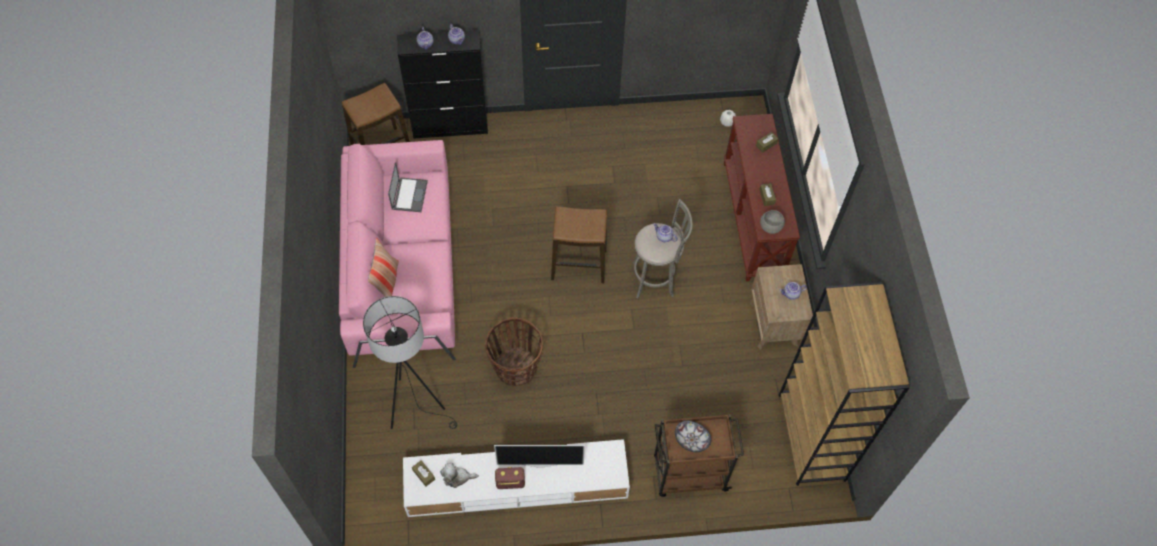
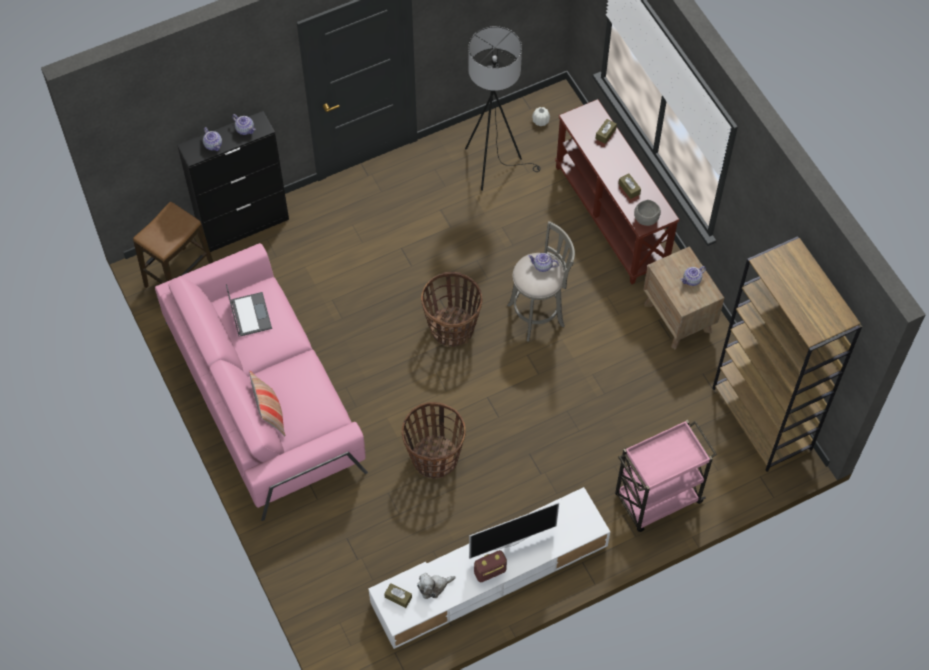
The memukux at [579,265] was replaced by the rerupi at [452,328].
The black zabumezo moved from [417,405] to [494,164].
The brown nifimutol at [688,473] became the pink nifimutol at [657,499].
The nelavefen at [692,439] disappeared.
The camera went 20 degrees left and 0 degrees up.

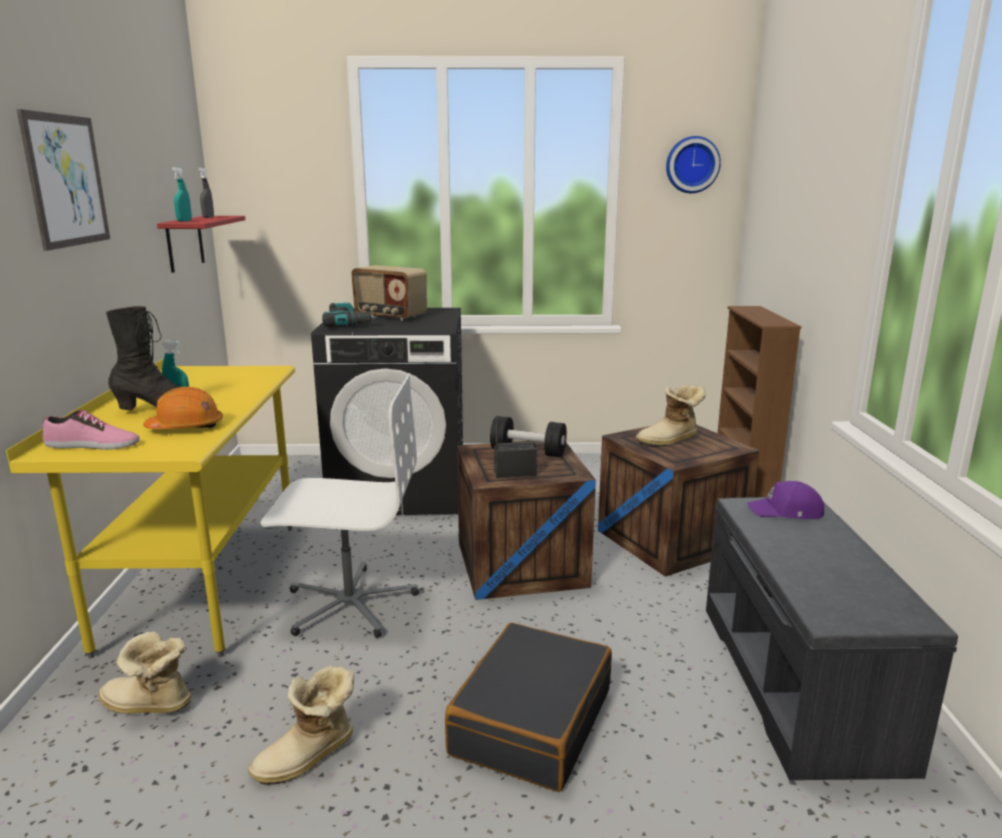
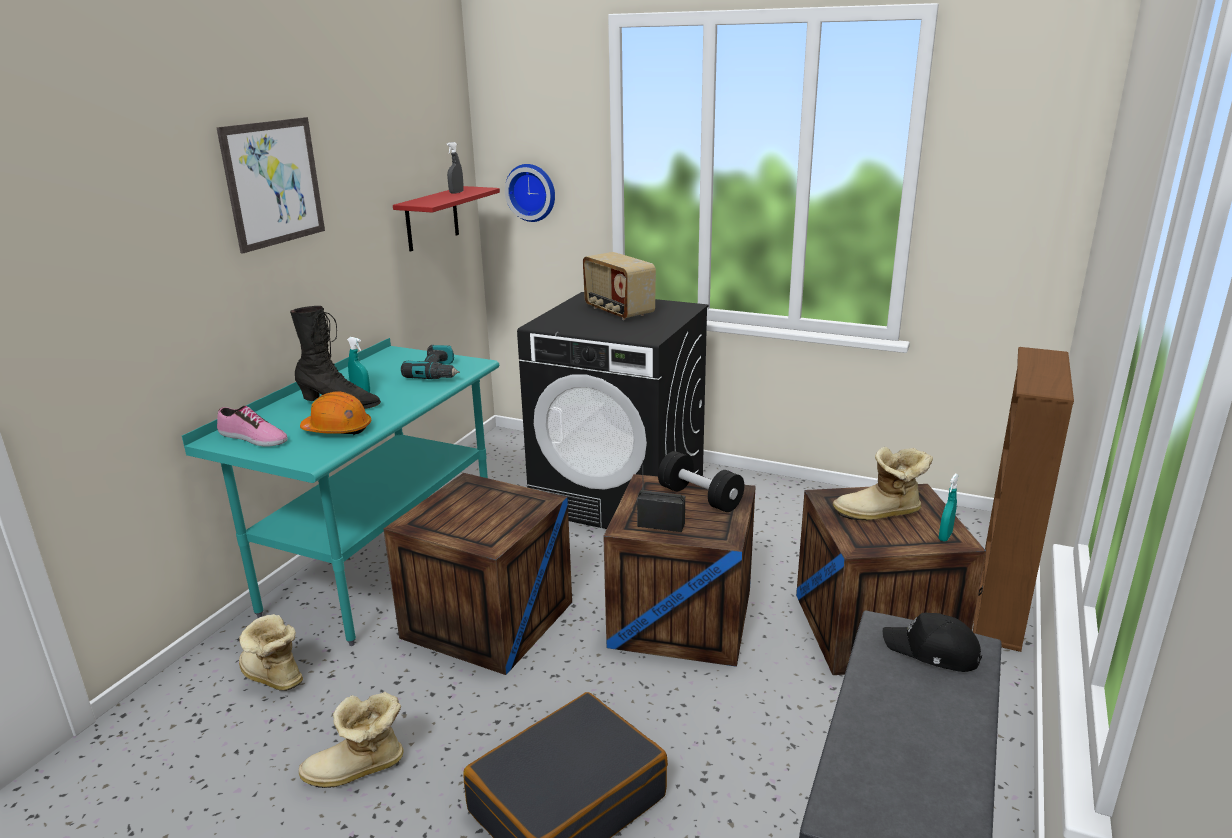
The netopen moved from [691,165] to [532,192].
The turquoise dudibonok moved from [184,221] to [945,536].
The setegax moved from [348,324] to [438,373].
The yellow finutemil at [204,583] became the turquoise finutemil at [382,565].
The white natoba at [349,603] was replaced by the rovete at [488,620].
The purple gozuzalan at [786,512] became the black gozuzalan at [932,651].
The camera went 25 degrees right and 5 degrees up.

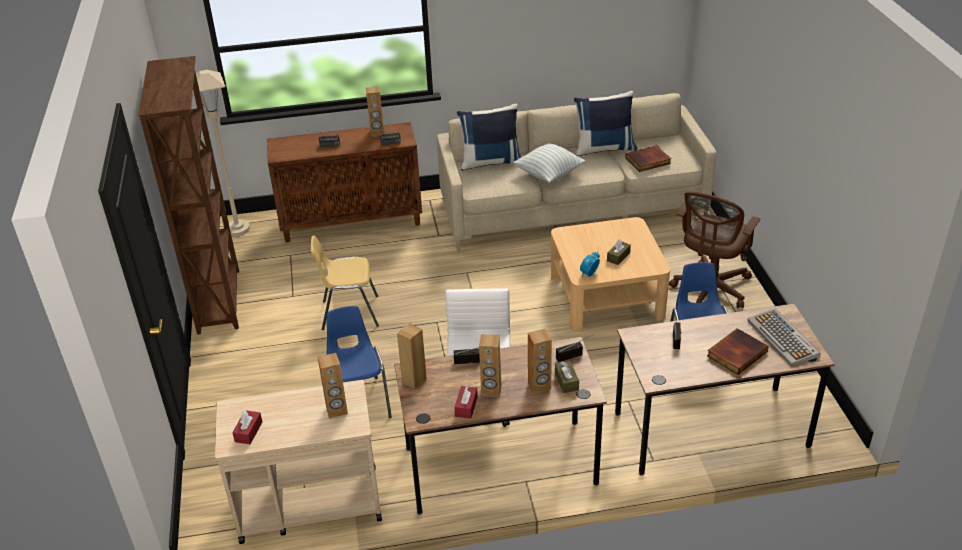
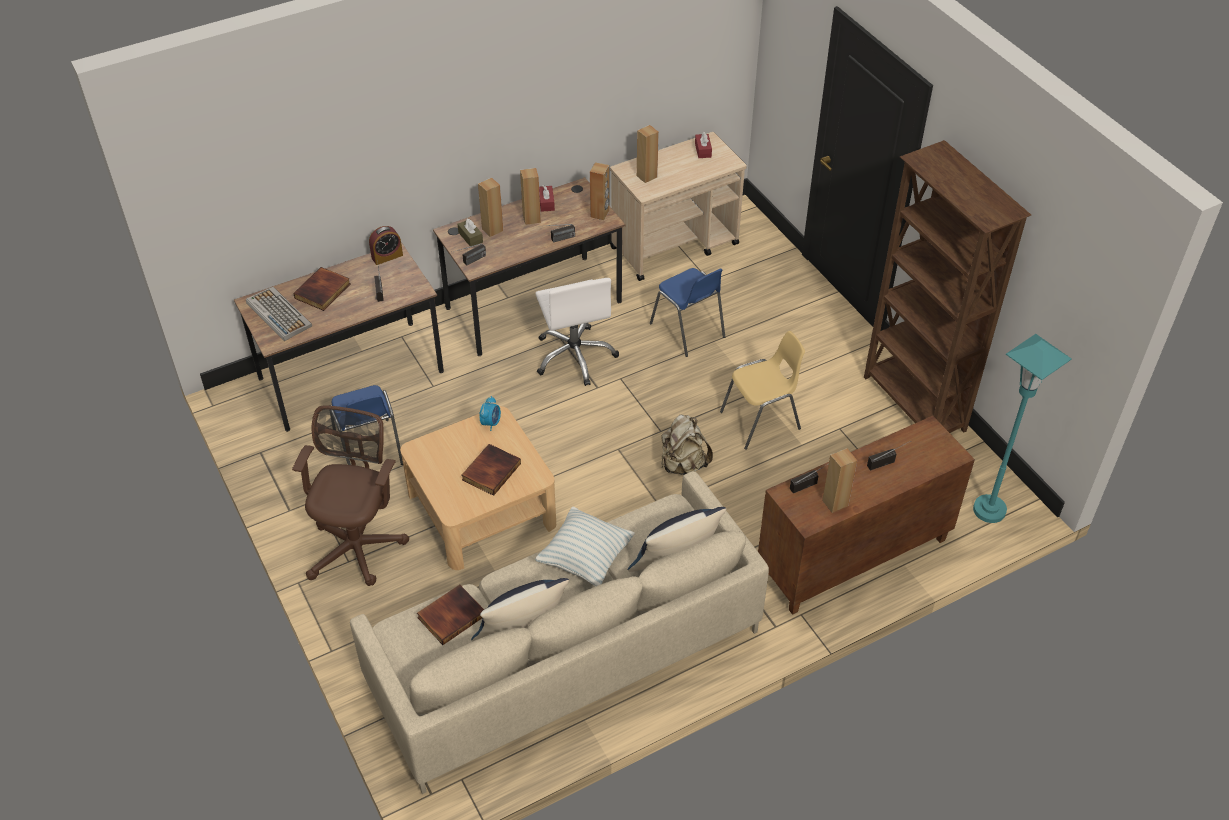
The beige zabumezo at [237,229] became the turquoise zabumezo at [989,510].
The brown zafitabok at [618,257] disappeared.
The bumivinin at [387,256] appeared.
The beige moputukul at [683,464] appeared.
The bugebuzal at [490,471] appeared.
The camera went 160 degrees right and 10 degrees up.

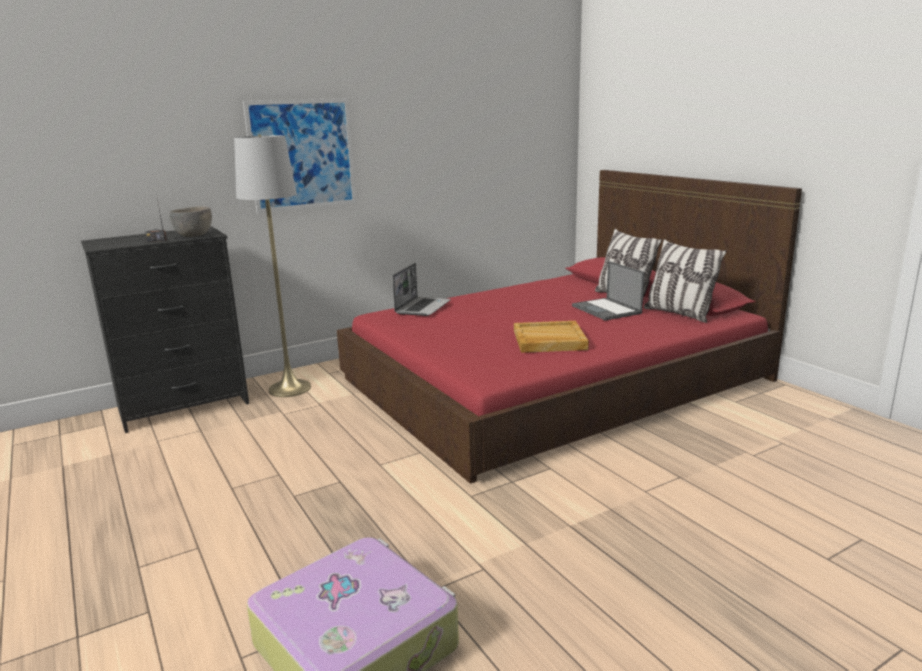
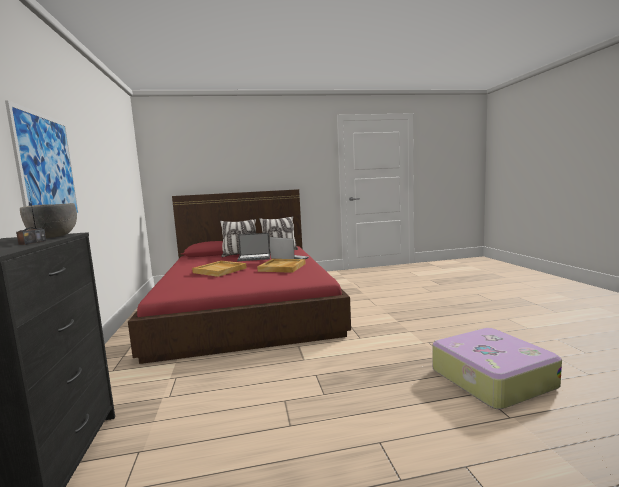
The grey zabumezo at [289,388] disappeared.
The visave moved from [422,307] to [289,259].
The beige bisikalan at [220,270] appeared.
The camera went 70 degrees left and 10 degrees down.

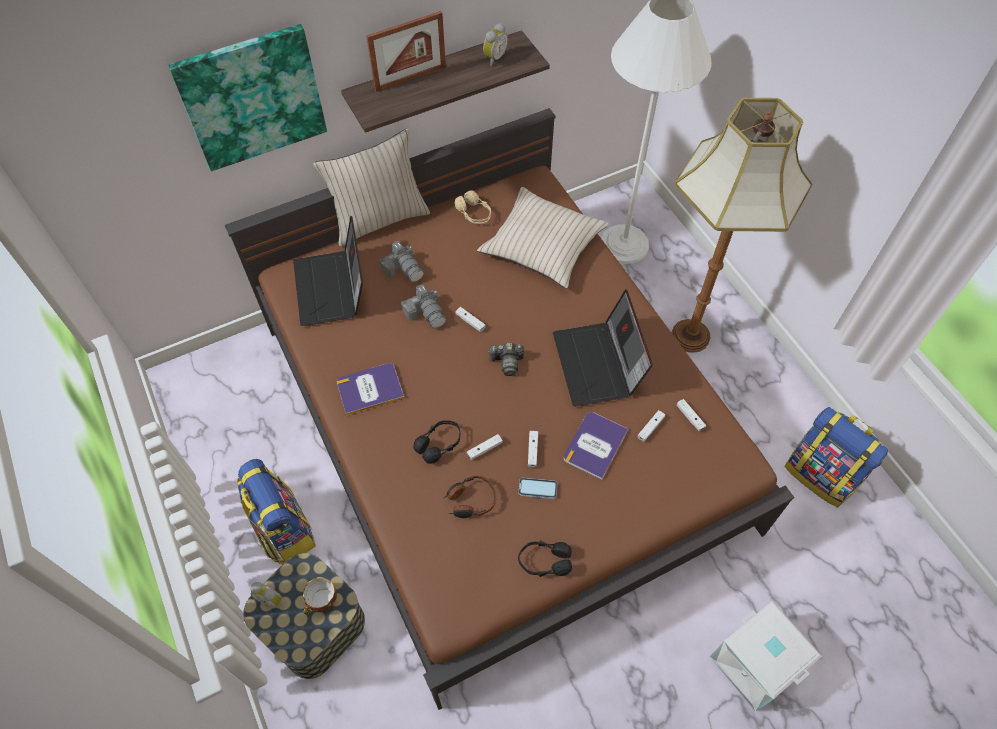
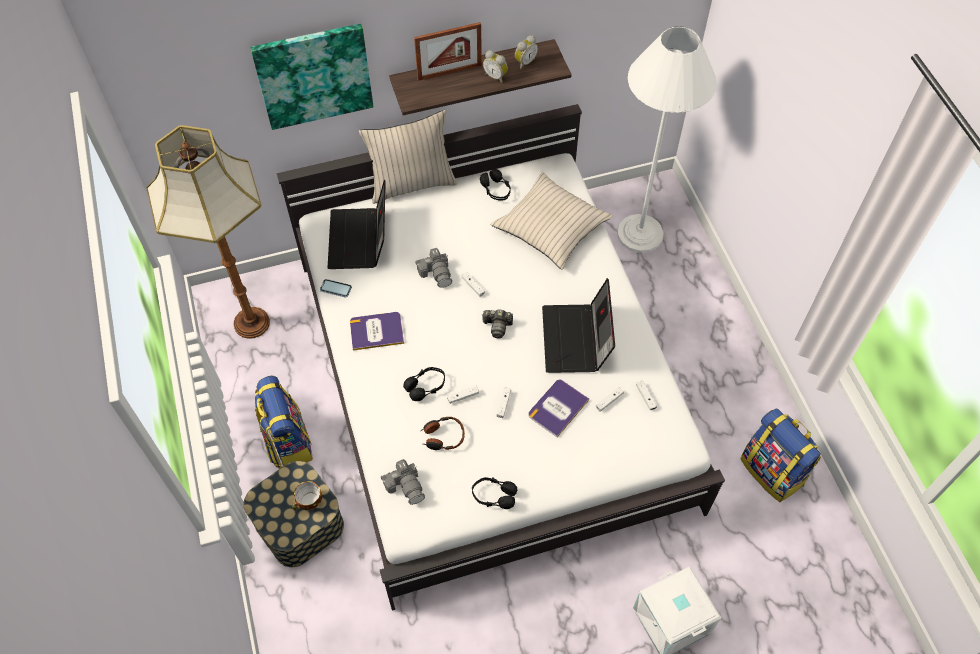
The zabumezo moved from [688,335] to [250,322].
The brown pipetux at [498,422] became the white pipetux at [490,379].
The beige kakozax at [474,214] became the black kakozax at [496,190].
The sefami moved from [403,269] to [405,485].
The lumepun moved from [537,488] to [336,289].
The bumivinin moved from [271,599] to [496,76].
The camera went 10 degrees right and 0 degrees up.

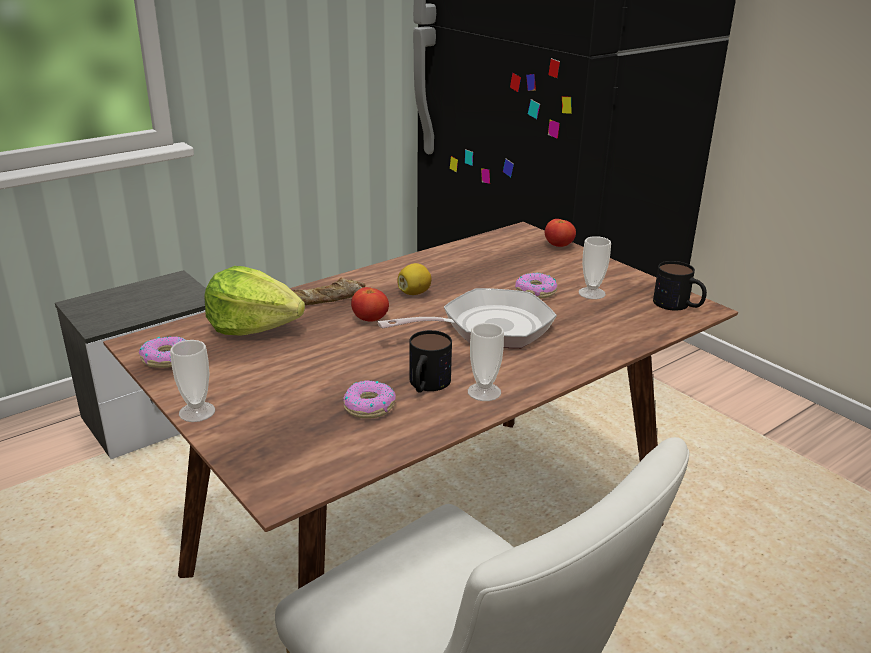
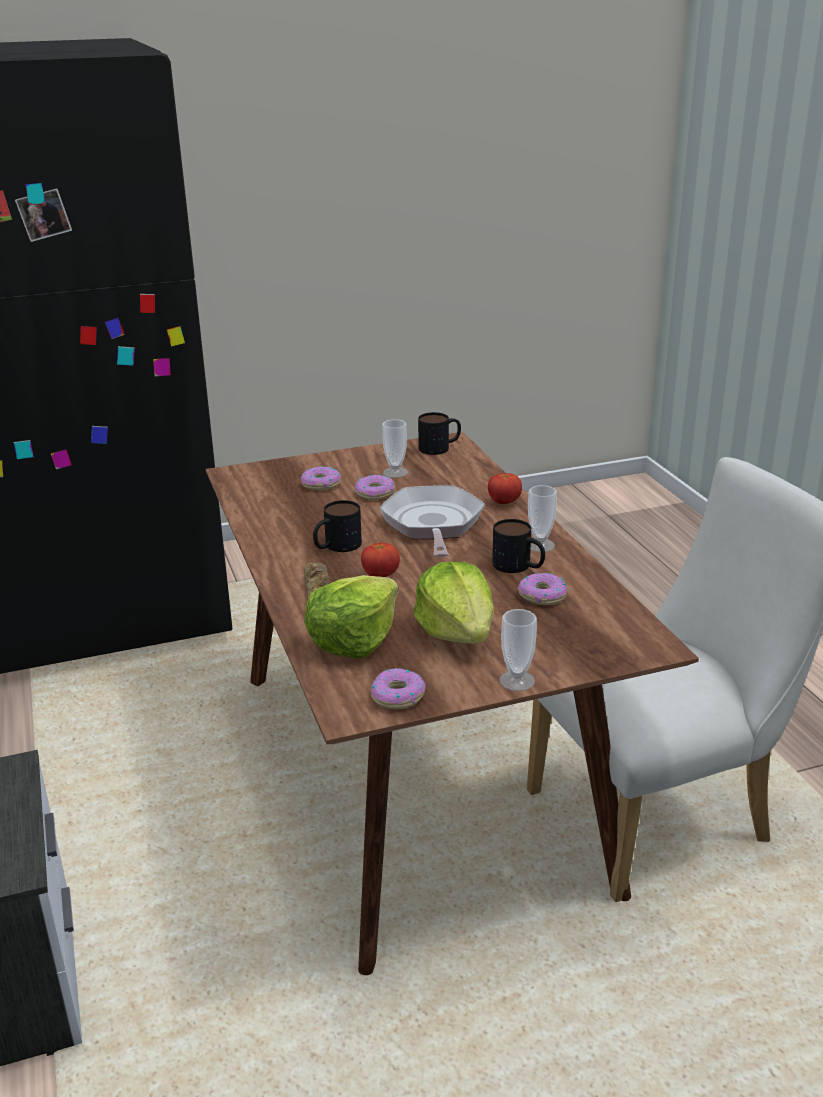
The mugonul moved from [558,246] to [504,502].
The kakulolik at [414,293] was replaced by the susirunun at [336,546].
The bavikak at [320,484] appeared.
The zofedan at [458,631] appeared.
The camera went 70 degrees left and 0 degrees up.

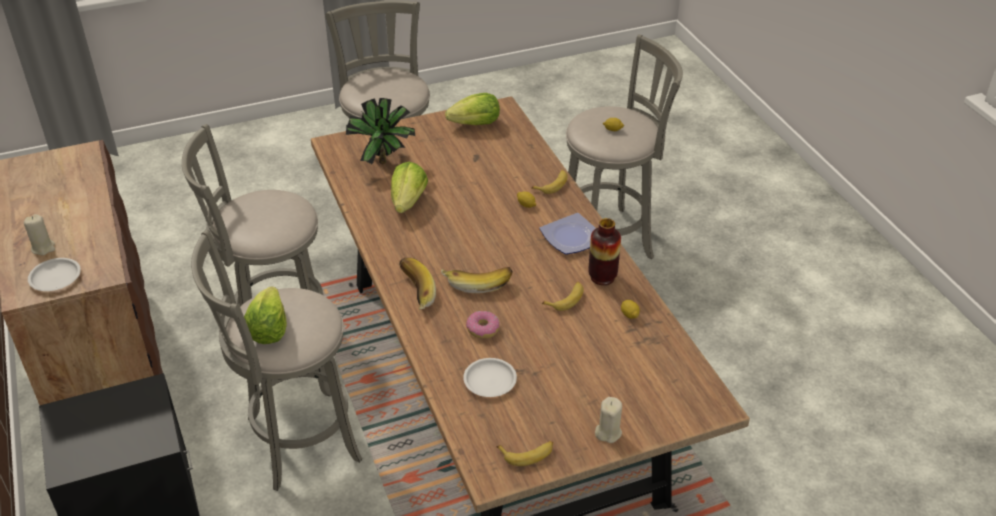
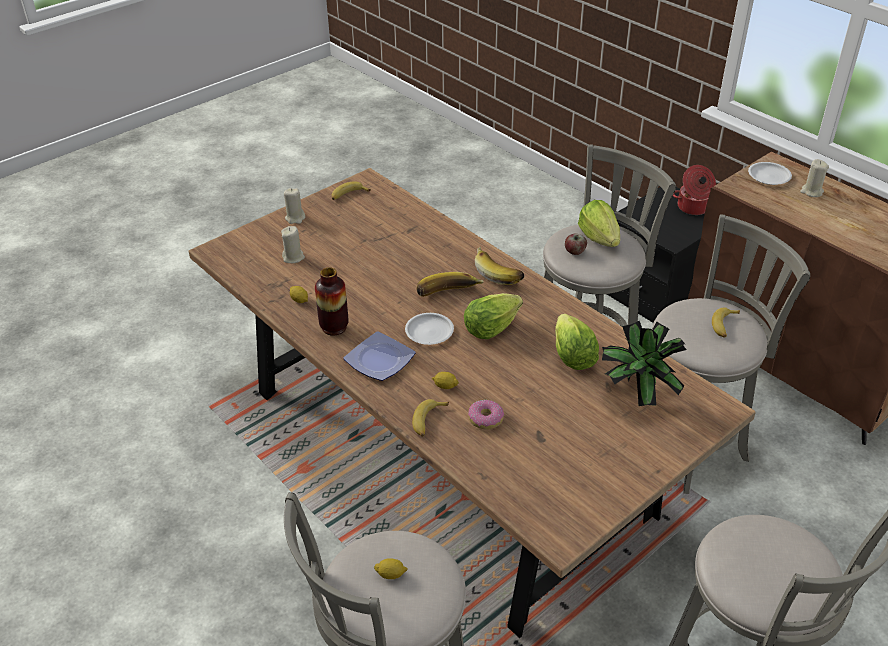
The zofedan moved from [476,124] to [490,328].
The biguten moved from [566,299] to [724,326].
The bavikak moved from [482,329] to [486,419].
The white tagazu moved from [490,380] to [429,332].
The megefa at [693,208] appeared.
The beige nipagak at [293,257] appeared.
The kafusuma at [574,252] appeared.
The camera went 160 degrees right and 0 degrees up.

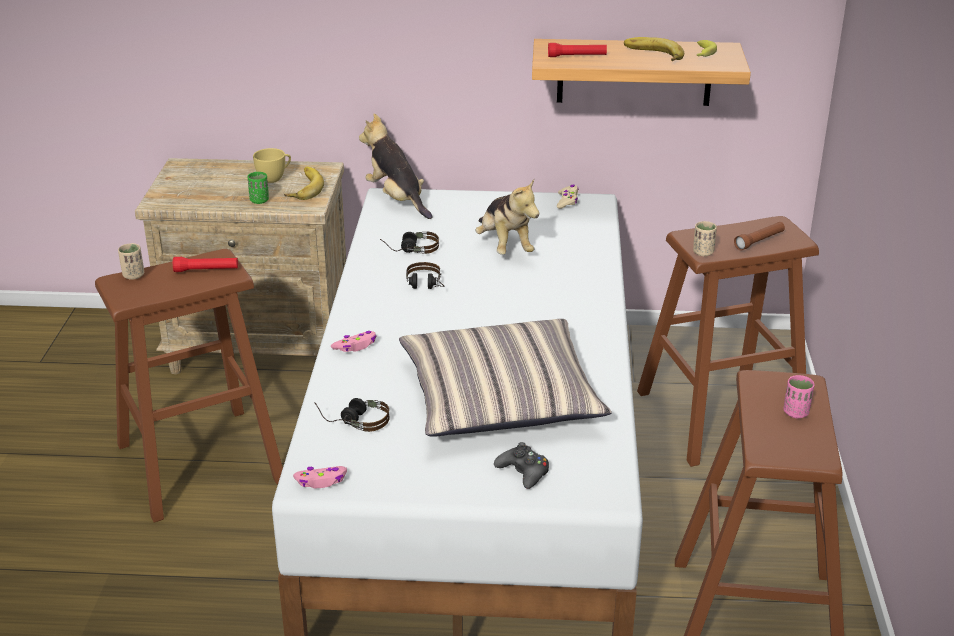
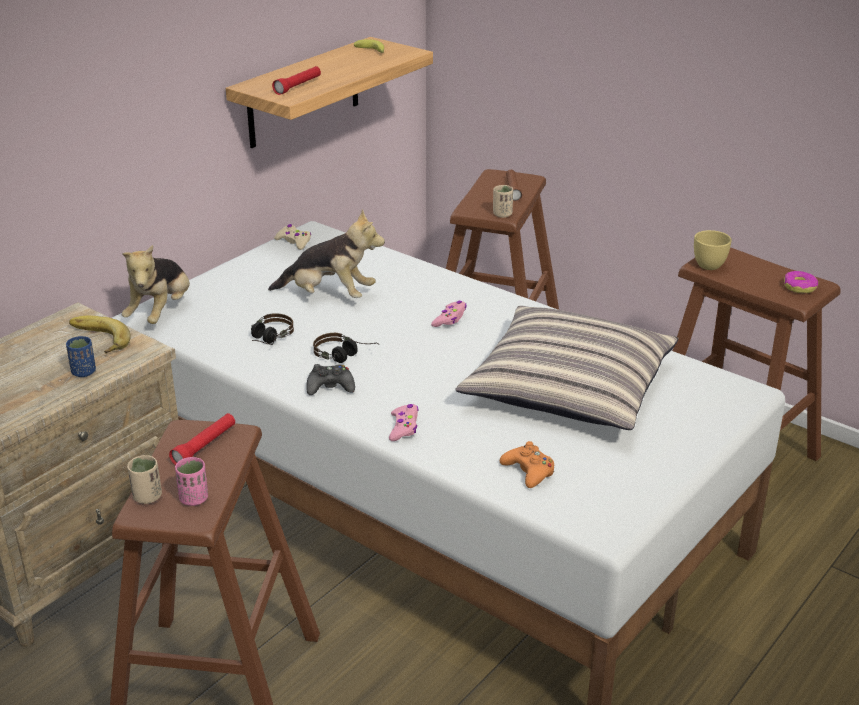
The biguten at [652,55] disappeared.
The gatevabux at [397,199] turned 75 degrees counterclockwise.
The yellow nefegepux moved from [274,178] to [708,263].
The green nefegepux at [259,200] became the blue nefegepux at [84,372].
The pink nefegepux moved from [796,412] to [194,499].
The kakozax at [353,420] was replaced by the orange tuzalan at [529,471].
The black tuzalan moved from [523,472] to [330,387].
The pink tuzalan moved from [321,481] to [450,319].
The bavikak at [799,287] appeared.
The camera went 55 degrees left and 0 degrees up.

